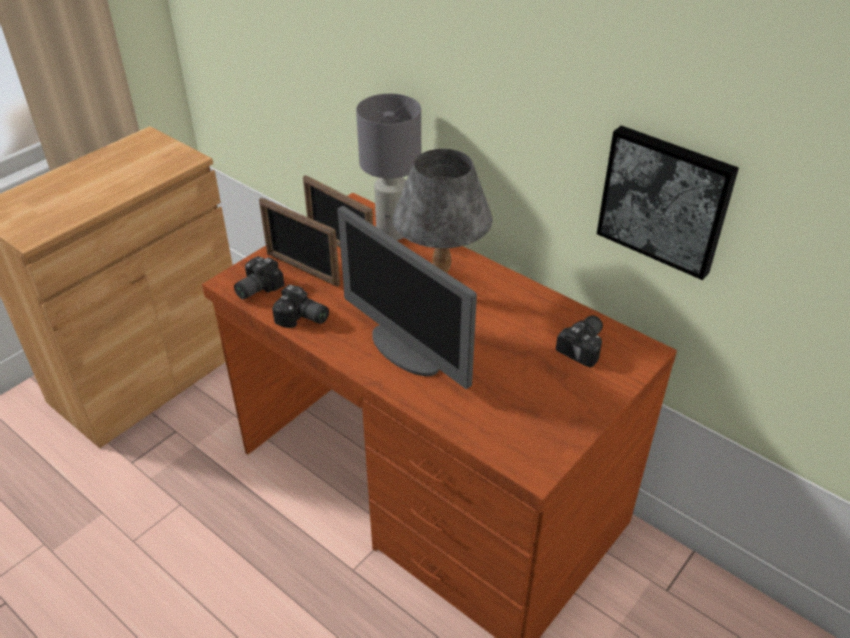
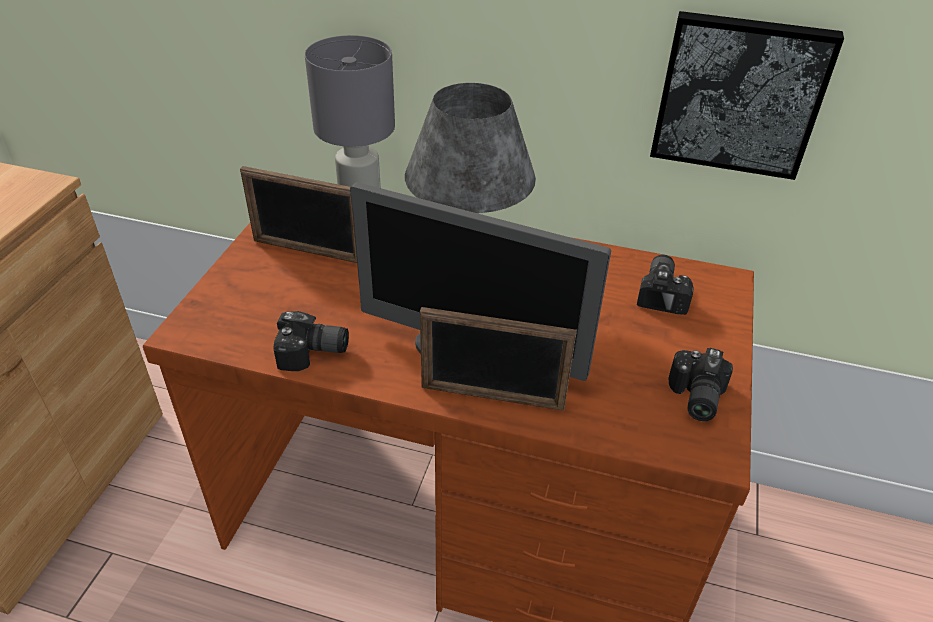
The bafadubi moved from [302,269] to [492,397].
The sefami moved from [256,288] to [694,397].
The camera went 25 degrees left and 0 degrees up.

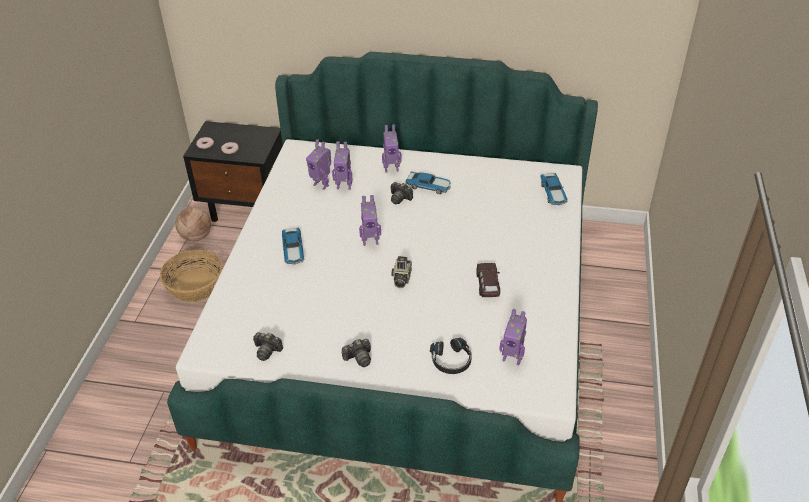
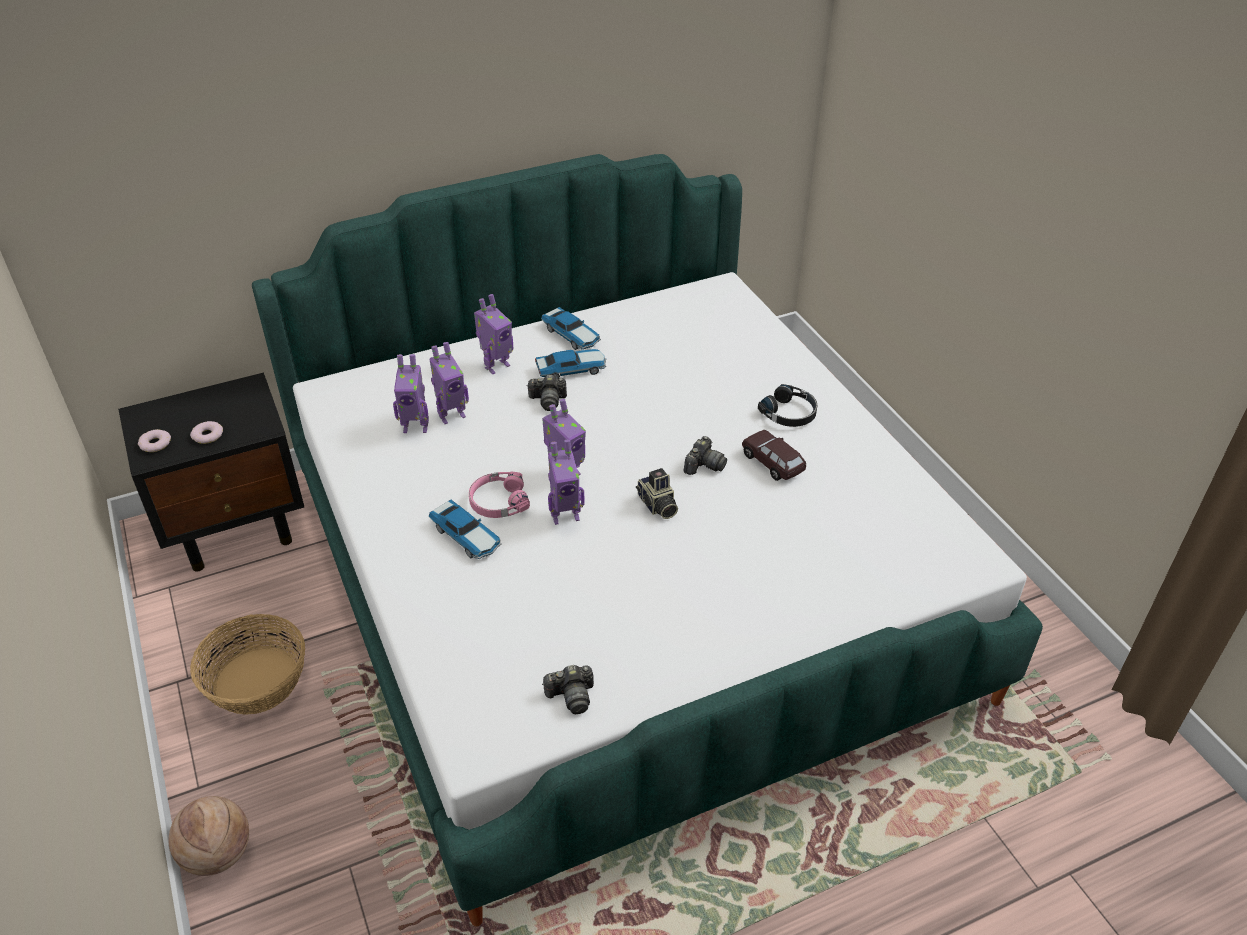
The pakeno moved from [553,193] to [572,335].
The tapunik moved from [196,237] to [218,855].
The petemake moved from [512,358] to [565,515].
The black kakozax moved from [451,361] to [789,413].
The sefami moved from [359,358] to [704,465].
The pink kakozax at [498,502] appeared.
The camera went 35 degrees left and 0 degrees up.

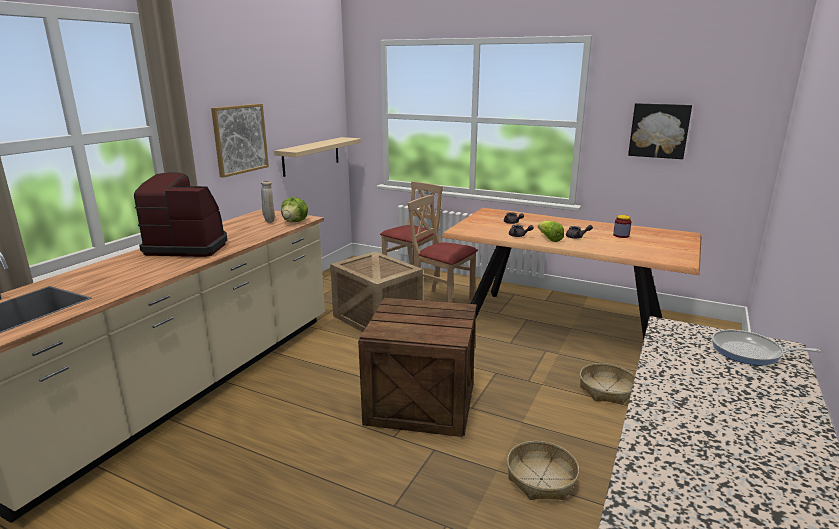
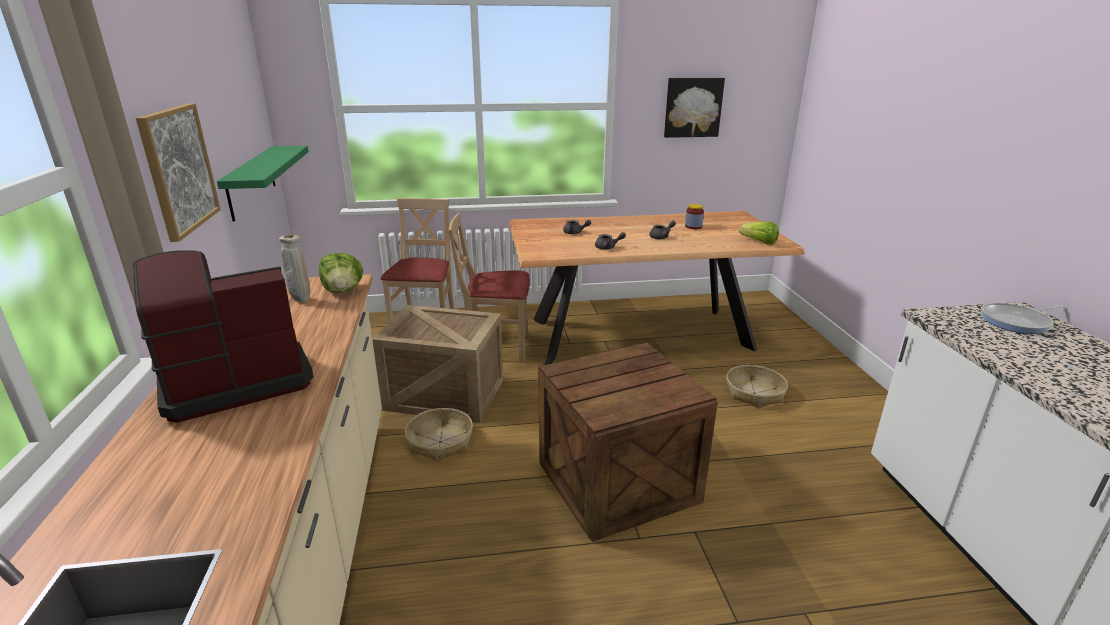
The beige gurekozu at [311,156] became the green gurekozu at [251,181].
The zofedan moved from [549,239] to [759,242].
The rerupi moved from [541,479] to [440,442].
The camera went 35 degrees left and 5 degrees up.

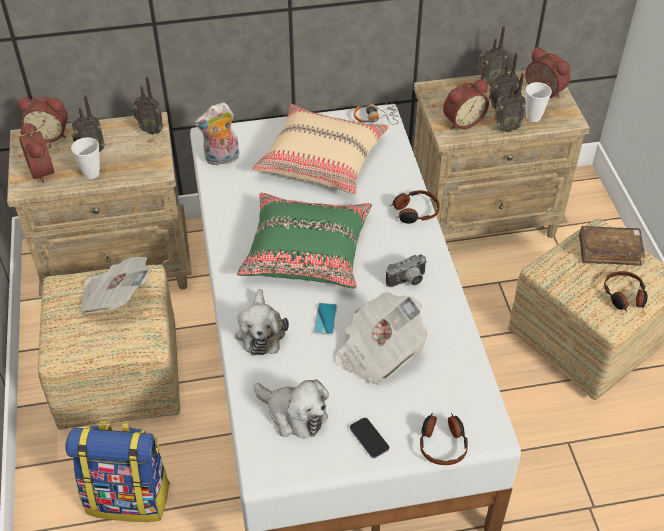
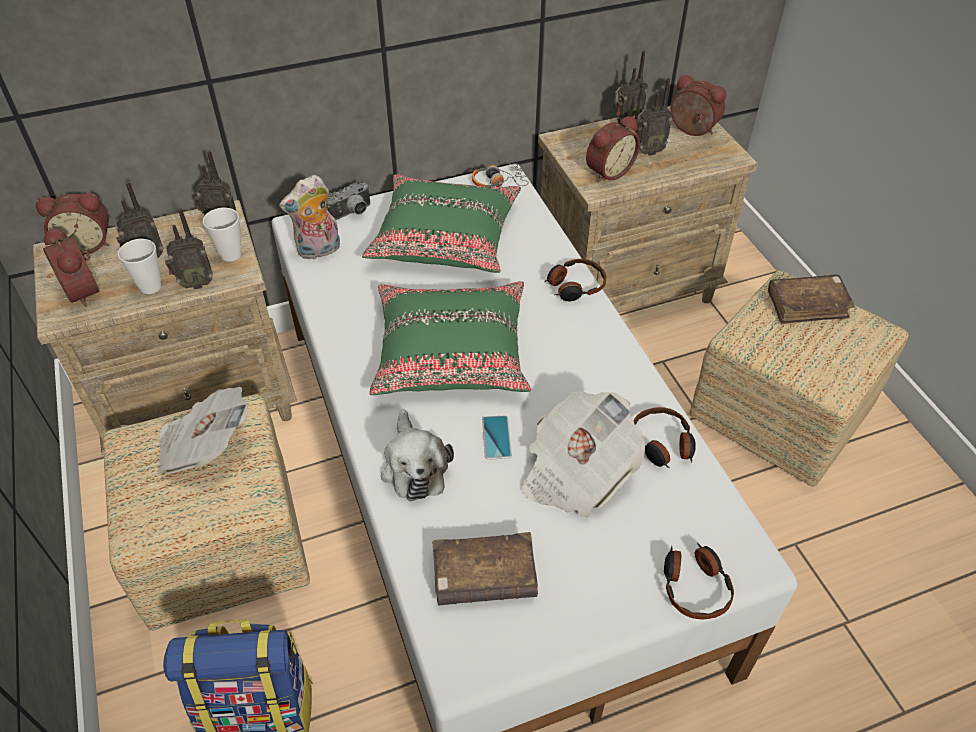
The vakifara moved from [505,128] to [195,283].
The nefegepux moved from [533,117] to [231,254].
The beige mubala at [322,160] became the green mubala at [445,237].
The sefami moved from [408,281] to [352,213].
The kakozax moved from [624,296] to [662,444].
The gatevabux at [294,414] was replaced by the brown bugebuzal at [484,577].
The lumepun at [369,438] disappeared.
The camera went 10 degrees left and 0 degrees up.

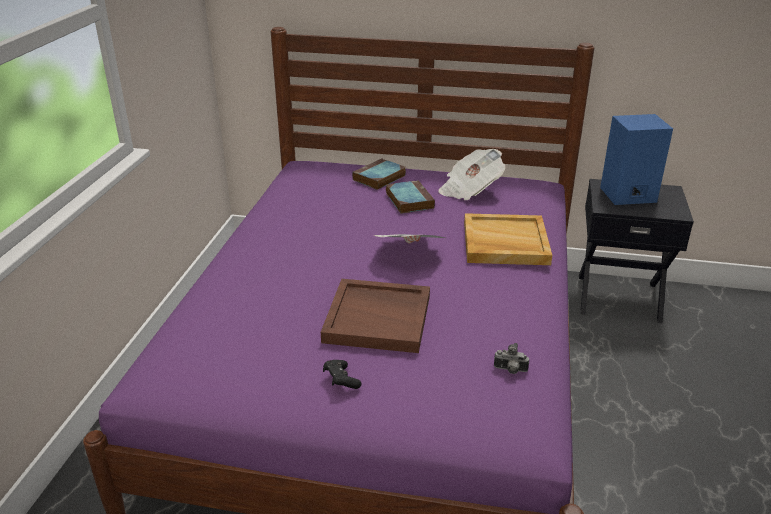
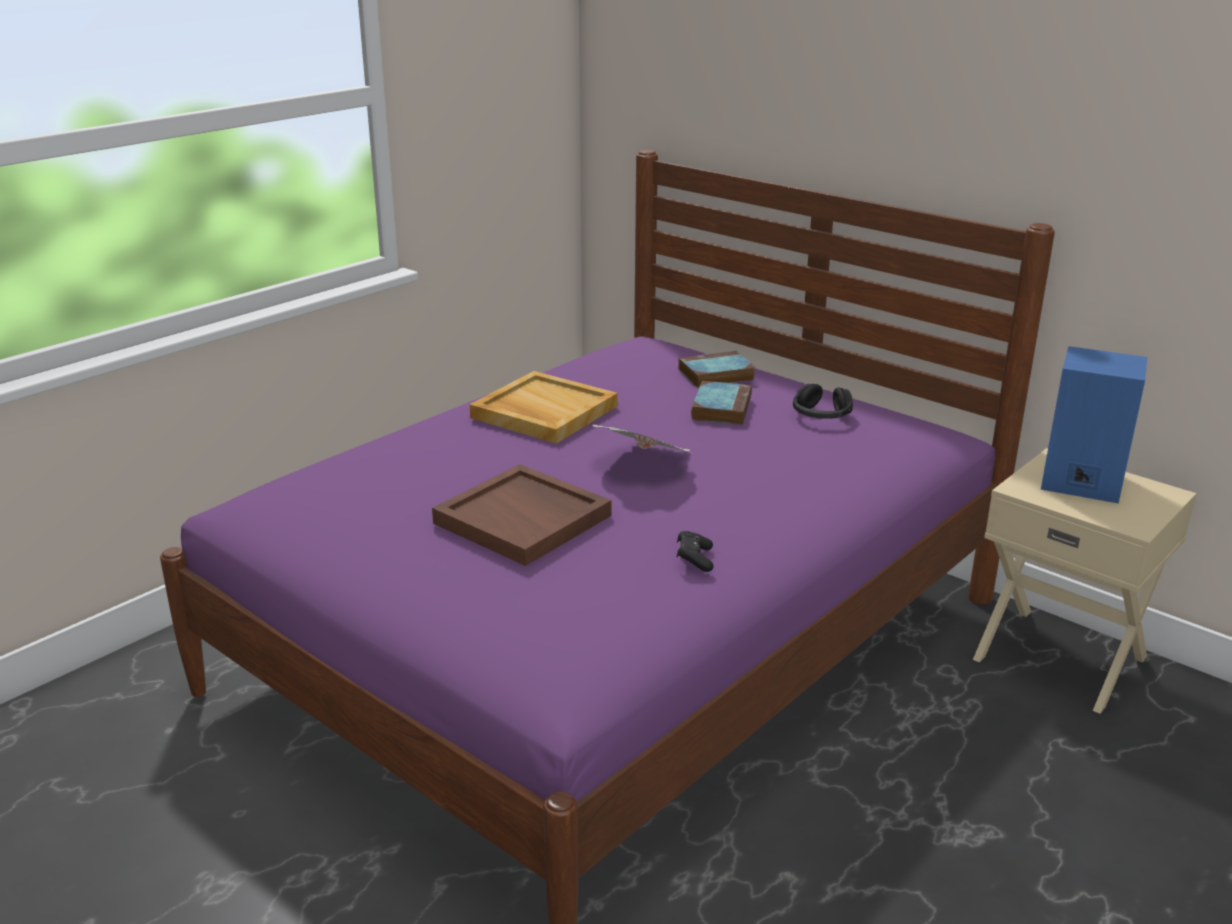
The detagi at [469,190] was replaced by the black kakozax at [821,415].
The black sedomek at [618,297] became the beige sedomek at [1061,657].
The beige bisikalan moved from [504,243] to [543,412].
The sefami at [510,370] disappeared.
The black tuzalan moved from [341,380] to [694,559].
The camera went 30 degrees right and 5 degrees down.

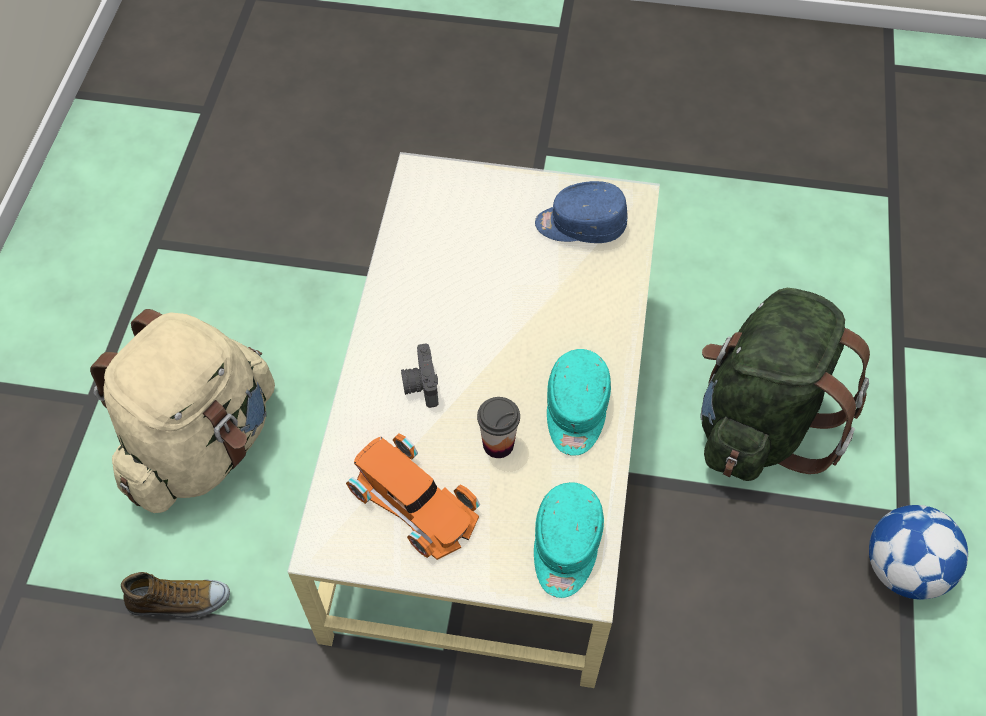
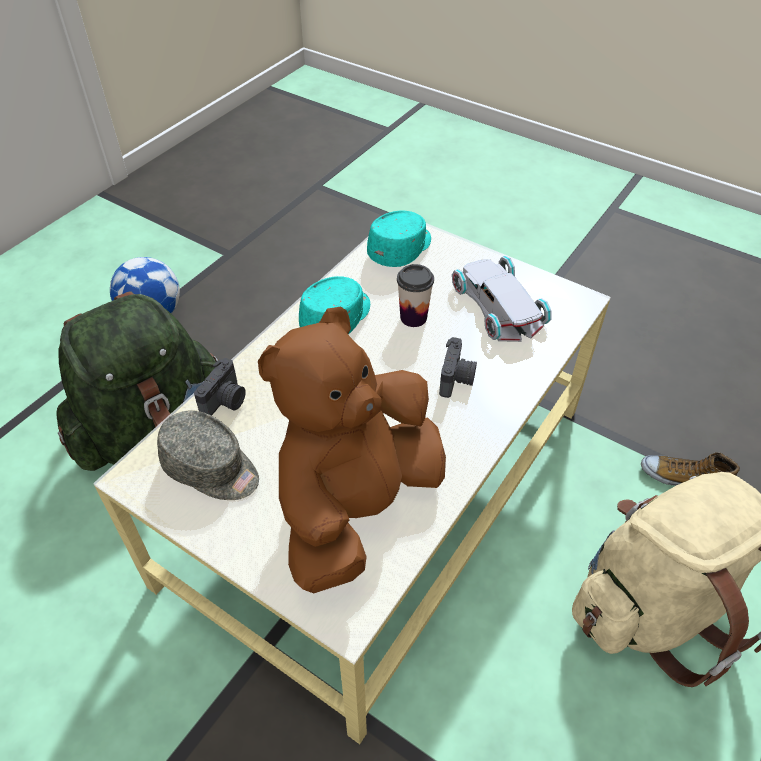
The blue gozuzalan at [580,225] became the grey gozuzalan at [212,469].
The orange pakeno at [413,503] became the white pakeno at [499,304].
The brown gatevabux at [356,505] appeared.
The sefami at [225,401] appeared.
The camera went 155 degrees left and 10 degrees down.

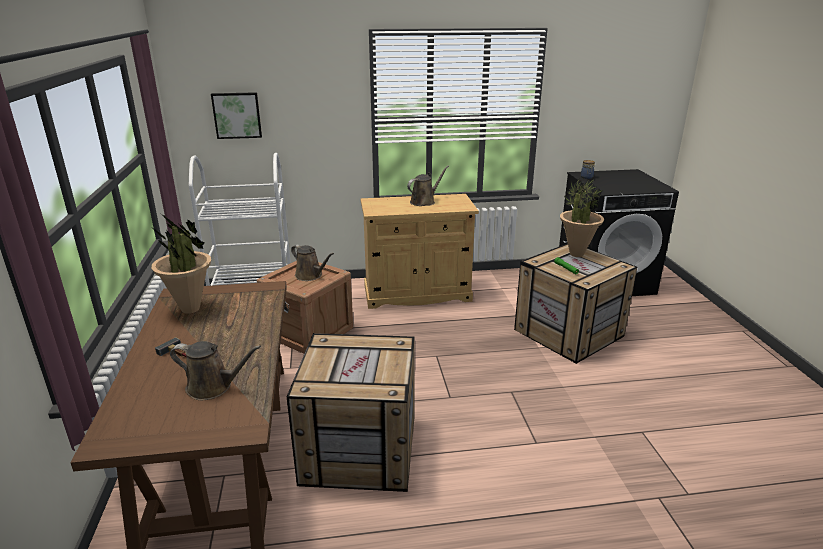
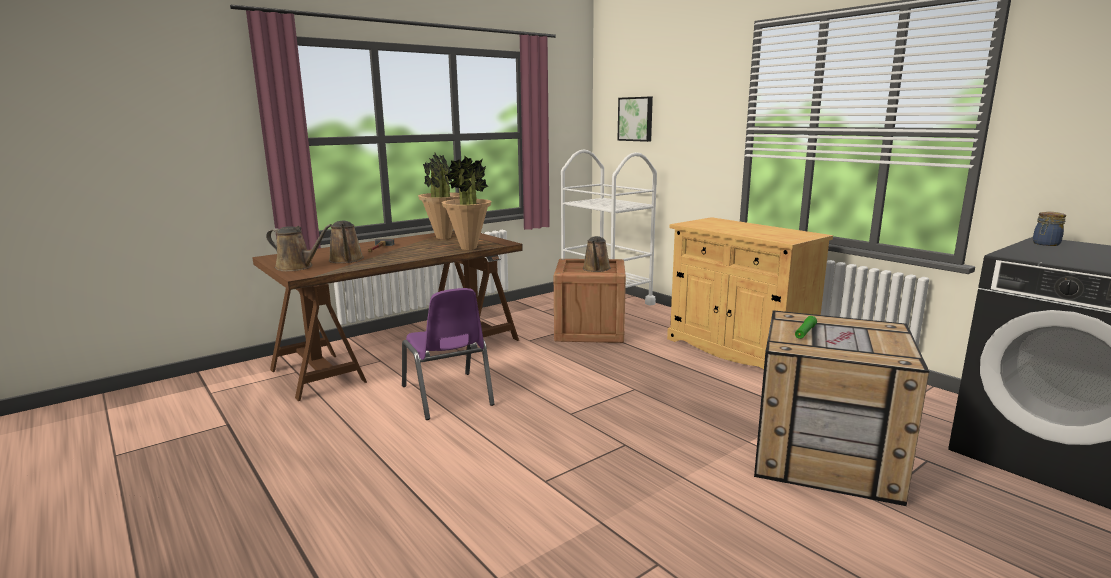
The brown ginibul moved from [424,201] to [297,267].
The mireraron moved from [576,254] to [469,248].
The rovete at [359,450] was replaced by the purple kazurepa at [447,396].
The camera went 60 degrees right and 10 degrees down.

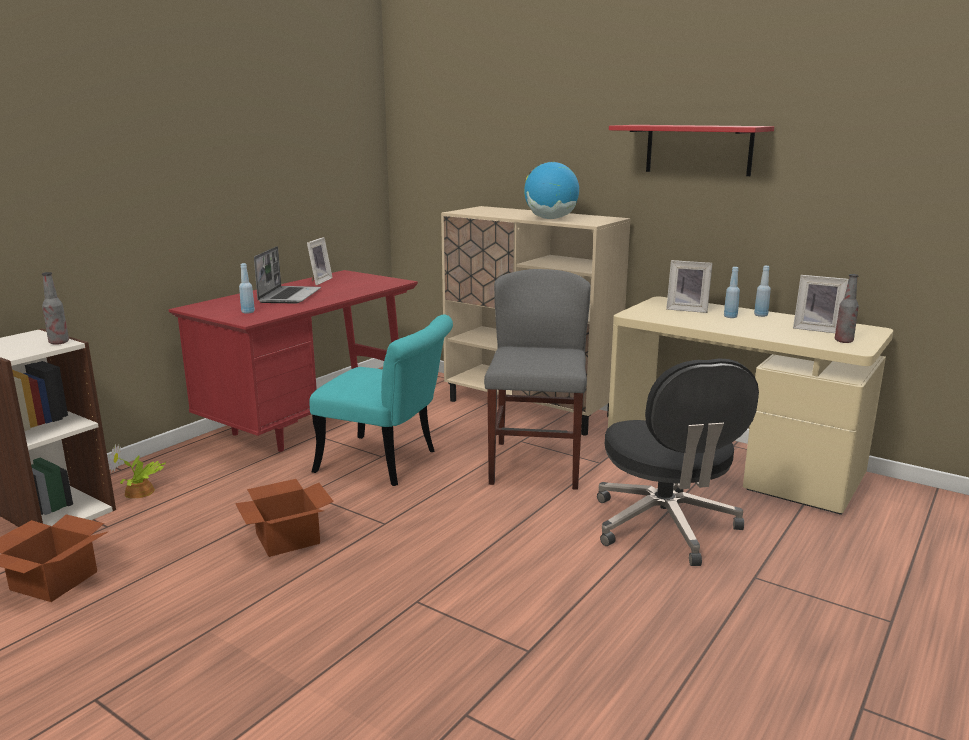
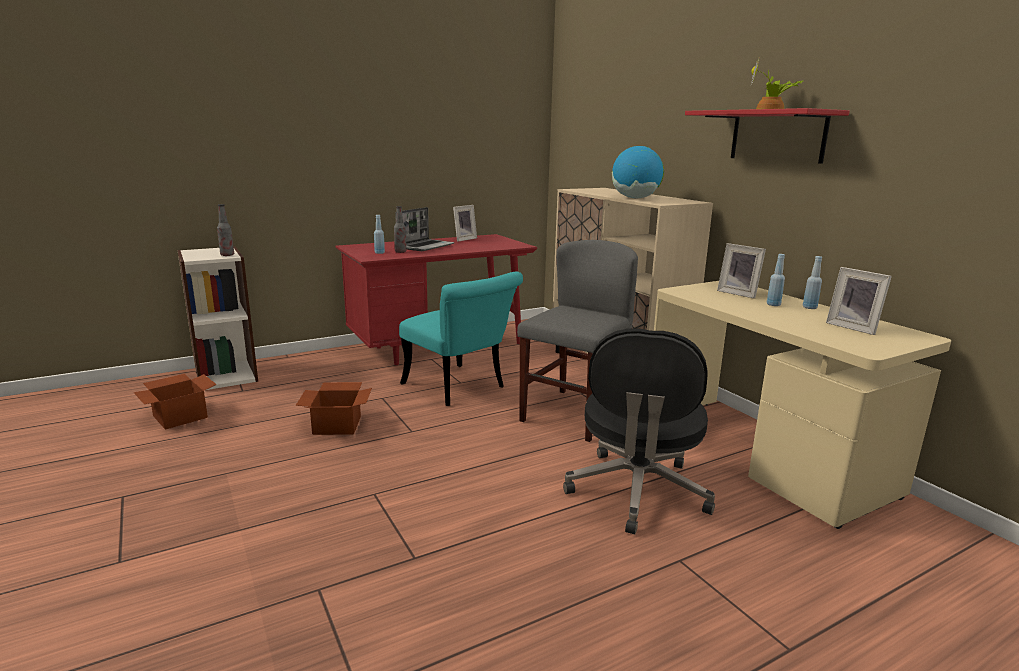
The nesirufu moved from [843,341] to [400,252].
The mireraron moved from [140,492] to [771,110].
The camera went 25 degrees right and 0 degrees up.

